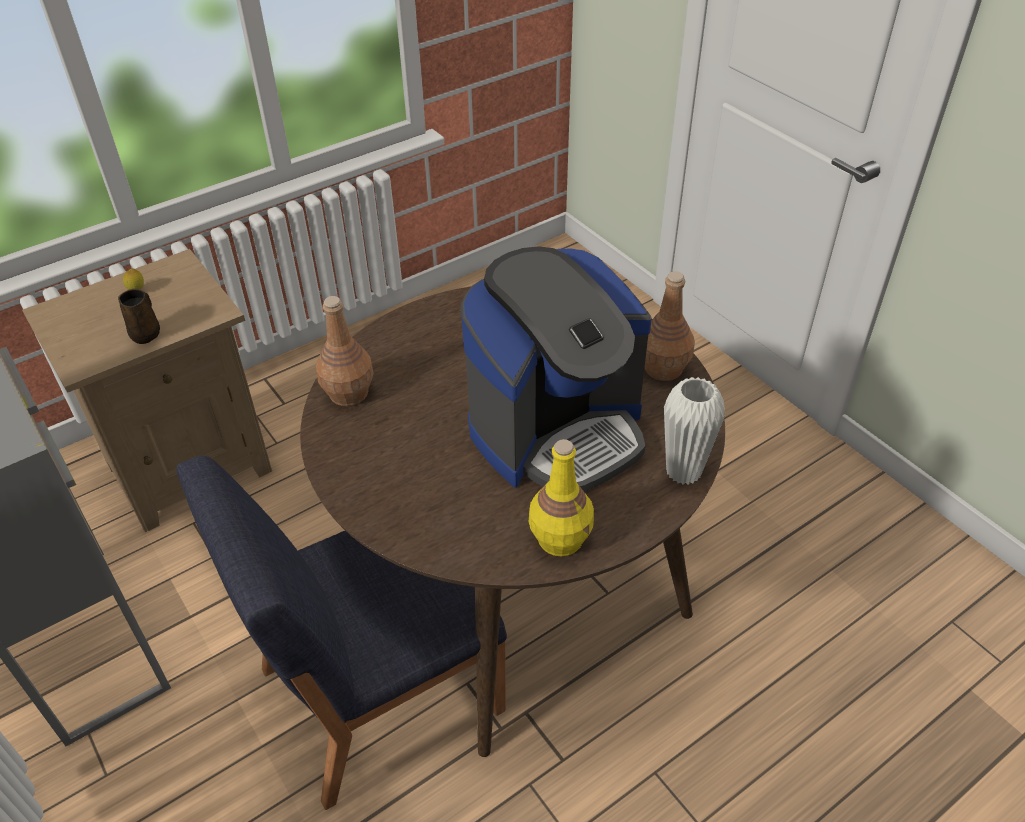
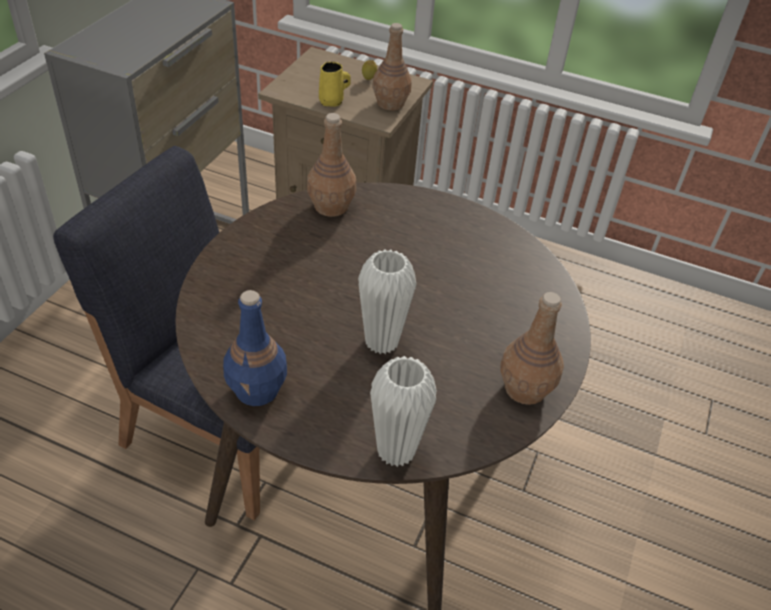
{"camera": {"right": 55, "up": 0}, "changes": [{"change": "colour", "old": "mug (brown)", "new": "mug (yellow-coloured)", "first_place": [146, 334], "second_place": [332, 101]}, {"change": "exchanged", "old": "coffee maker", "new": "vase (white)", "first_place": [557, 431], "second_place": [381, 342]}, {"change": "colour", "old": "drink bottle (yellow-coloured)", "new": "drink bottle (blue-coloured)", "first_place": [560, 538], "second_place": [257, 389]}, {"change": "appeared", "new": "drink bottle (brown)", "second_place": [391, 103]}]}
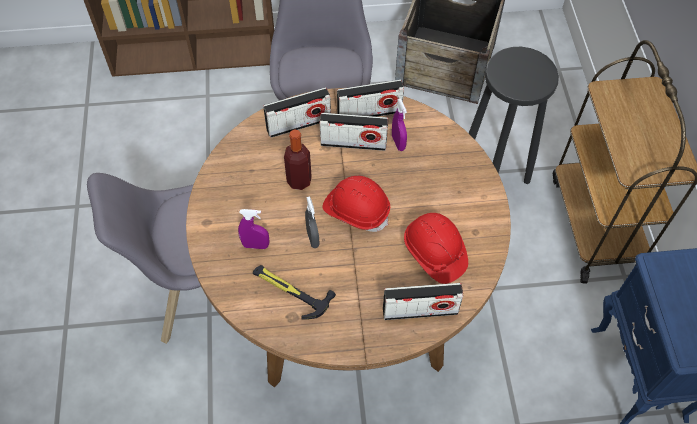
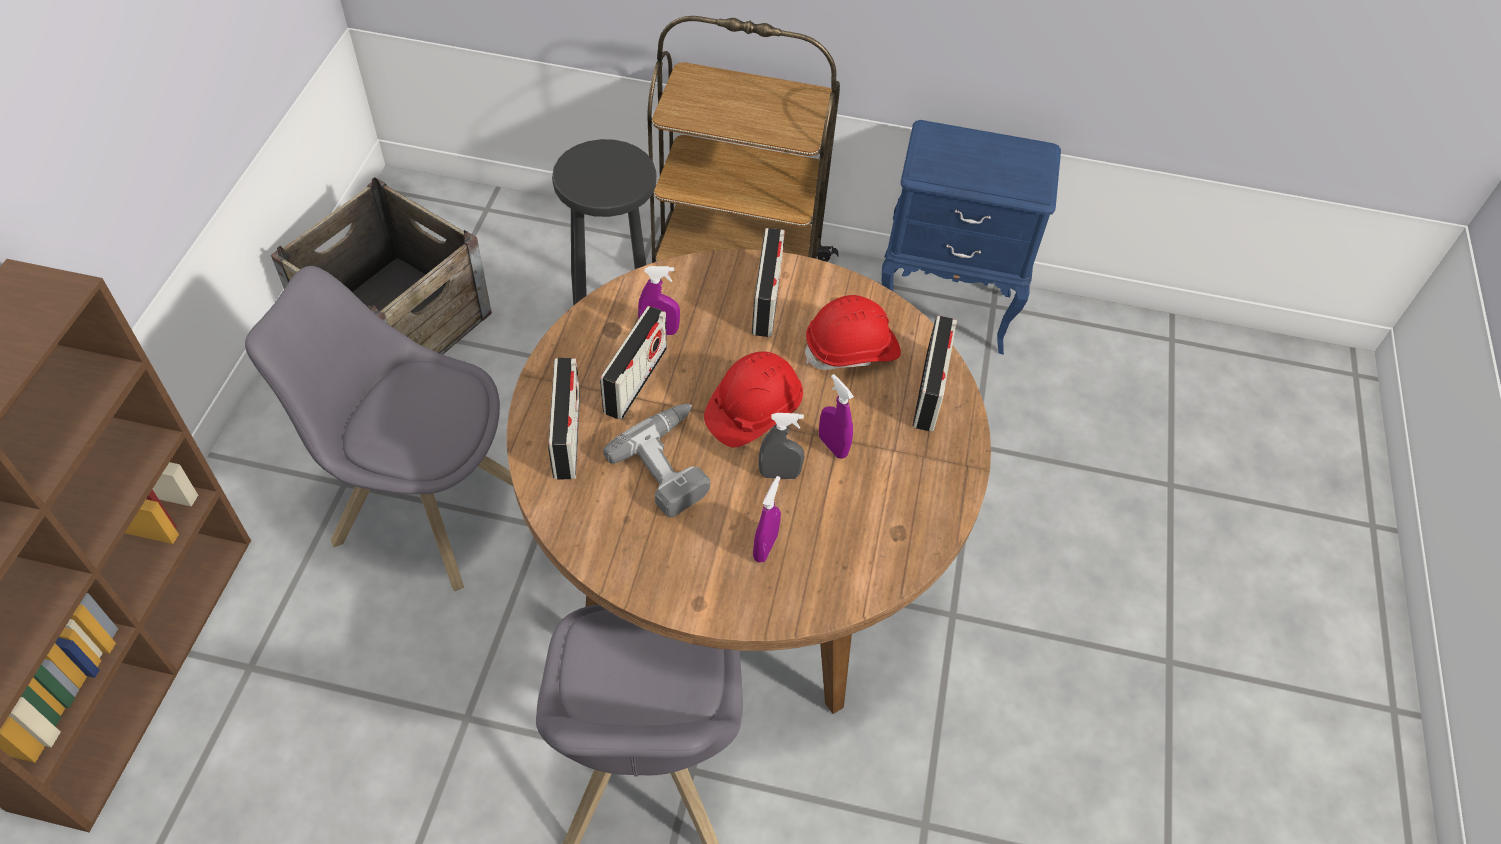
{"camera": {"right": -75, "up": -5}, "changes": [{"change": "missing", "old": "hammer", "first_place": [290, 291]}, {"change": "exchanged", "old": "drink bottle", "new": "power drill", "first_place": [299, 181], "second_place": [673, 464]}, {"change": "relocated", "old": "radio set", "first_place": [369, 113], "second_place": [766, 301]}, {"change": "appeared", "new": "sprayer (purplish)", "second_place": [832, 446]}]}
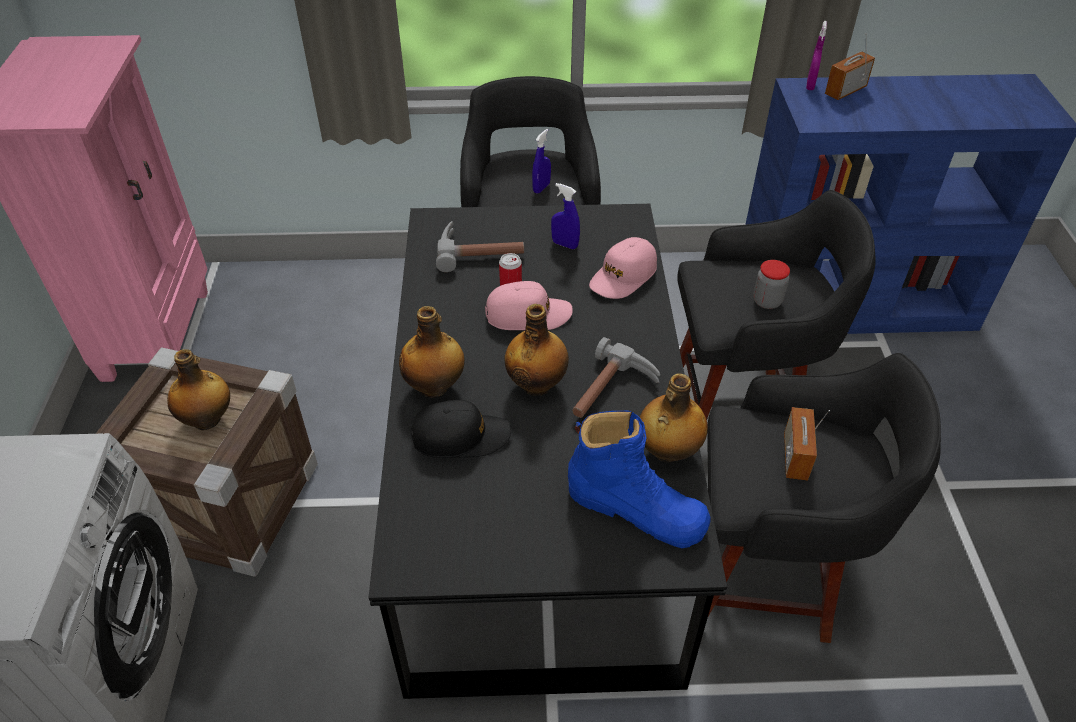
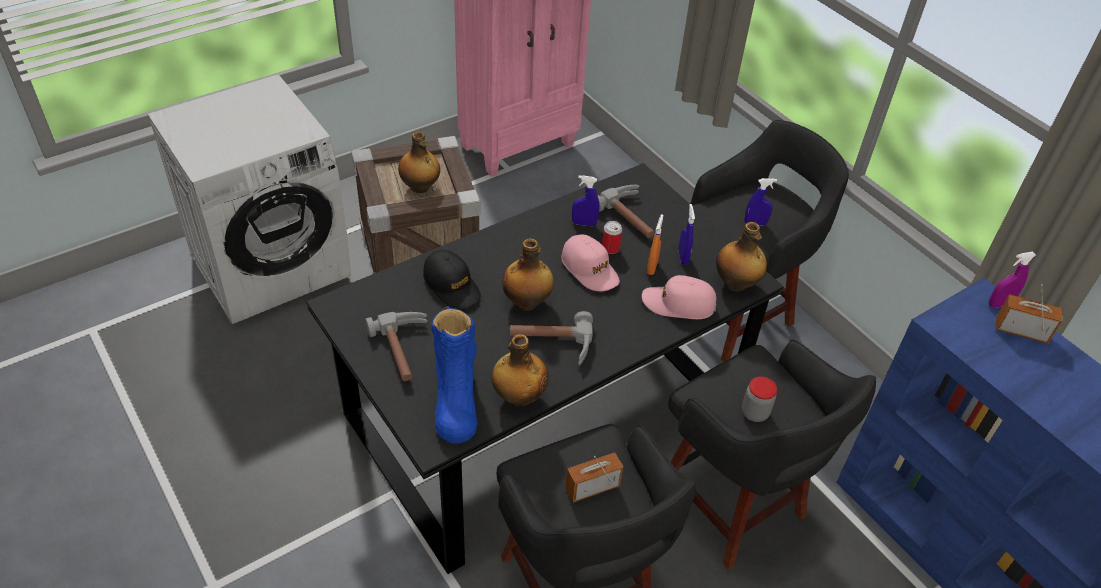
{"camera": {"right": 55, "up": 0}, "changes": [{"change": "relocated", "old": "drink bottle", "first_place": [435, 386], "second_place": [736, 284]}, {"change": "appeared", "new": "hammer", "second_place": [406, 350]}, {"change": "appeared", "new": "sprayer (blue-coloured)", "second_place": [584, 223]}, {"change": "appeared", "new": "sprayer (orangey)", "second_place": [652, 267]}]}
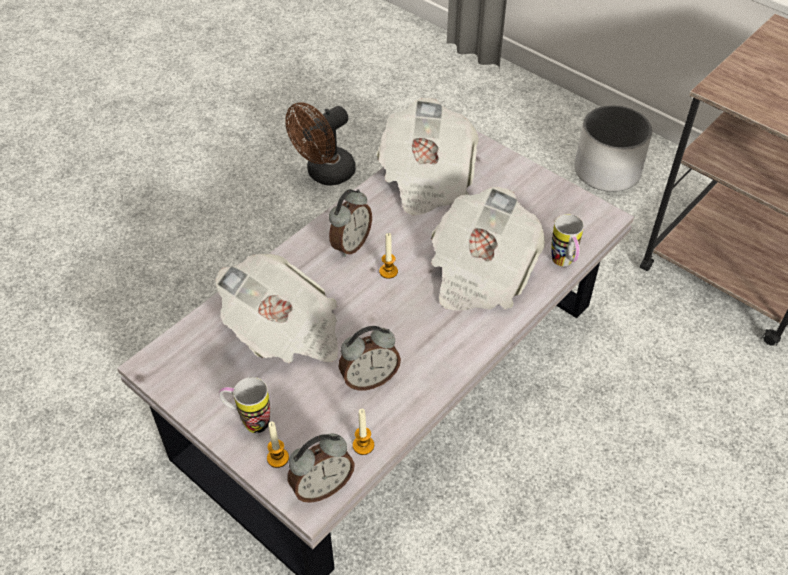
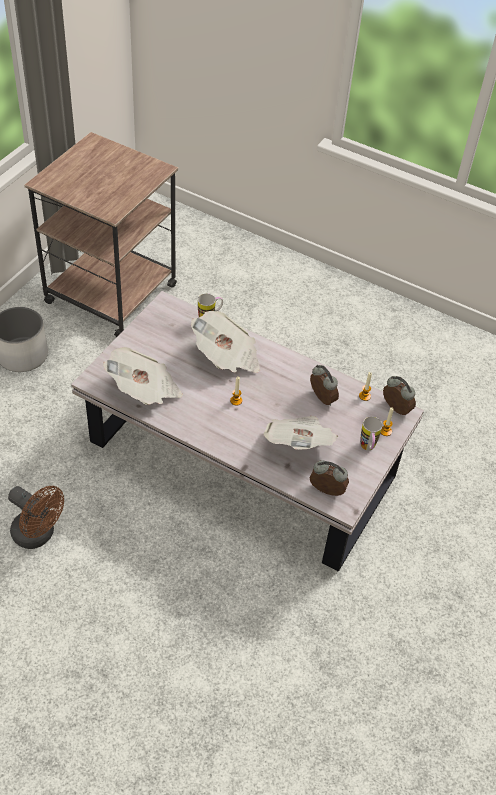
{"camera": {"right": -105, "up": 0}, "changes": [{"change": "relocated", "old": "table clock", "first_place": [350, 244], "second_place": [326, 492]}]}
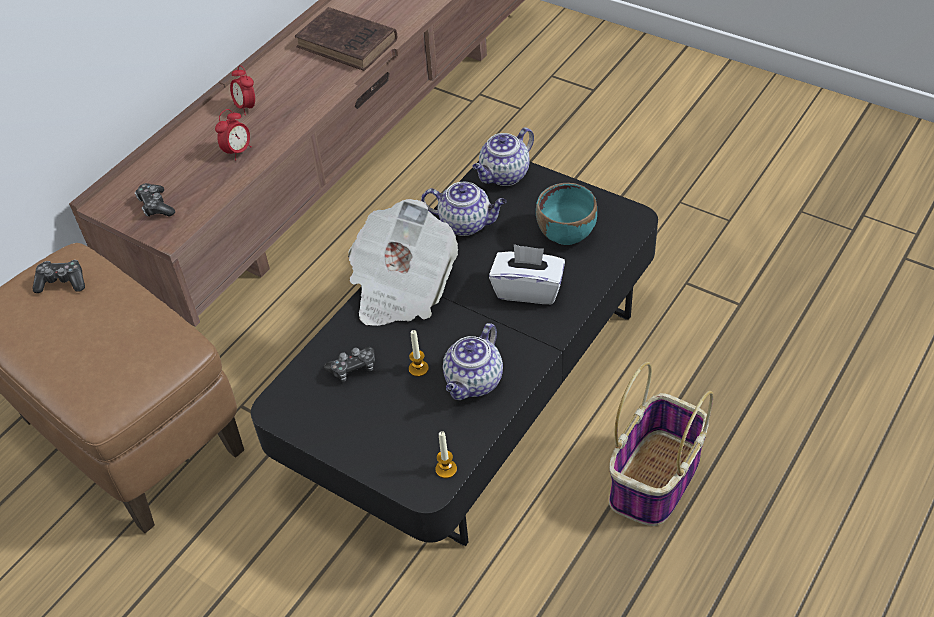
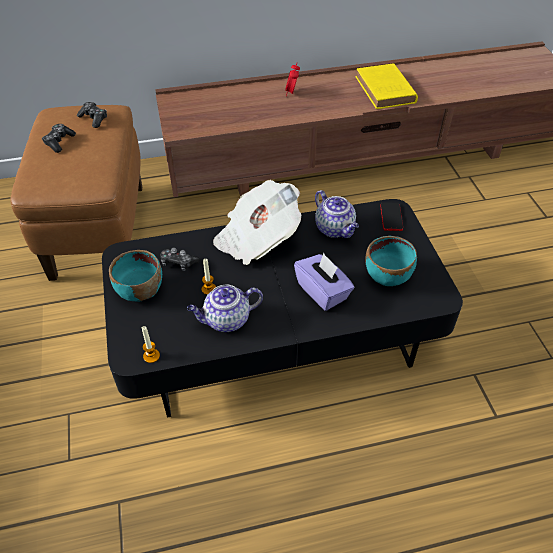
{"camera": {"right": 40, "up": 0}, "changes": [{"change": "relocated", "old": "game controller", "first_place": [156, 206], "second_place": [59, 142]}, {"change": "missing", "old": "table clock", "first_place": [238, 151]}, {"change": "colour", "old": "book (brown)", "new": "book (yellow-coloured)", "first_place": [349, 44], "second_place": [386, 91]}, {"change": "exchanged", "old": "teapot", "new": "phone", "first_place": [504, 176], "second_place": [391, 217]}, {"change": "colour", "old": "box of tissues (white)", "new": "box of tissues (purplish)", "first_place": [528, 289], "second_place": [323, 291]}, {"change": "missing", "old": "storage basket", "first_place": [655, 480]}, {"change": "appeared", "new": "bowl (turquoise-coloured)", "second_place": [139, 290]}]}
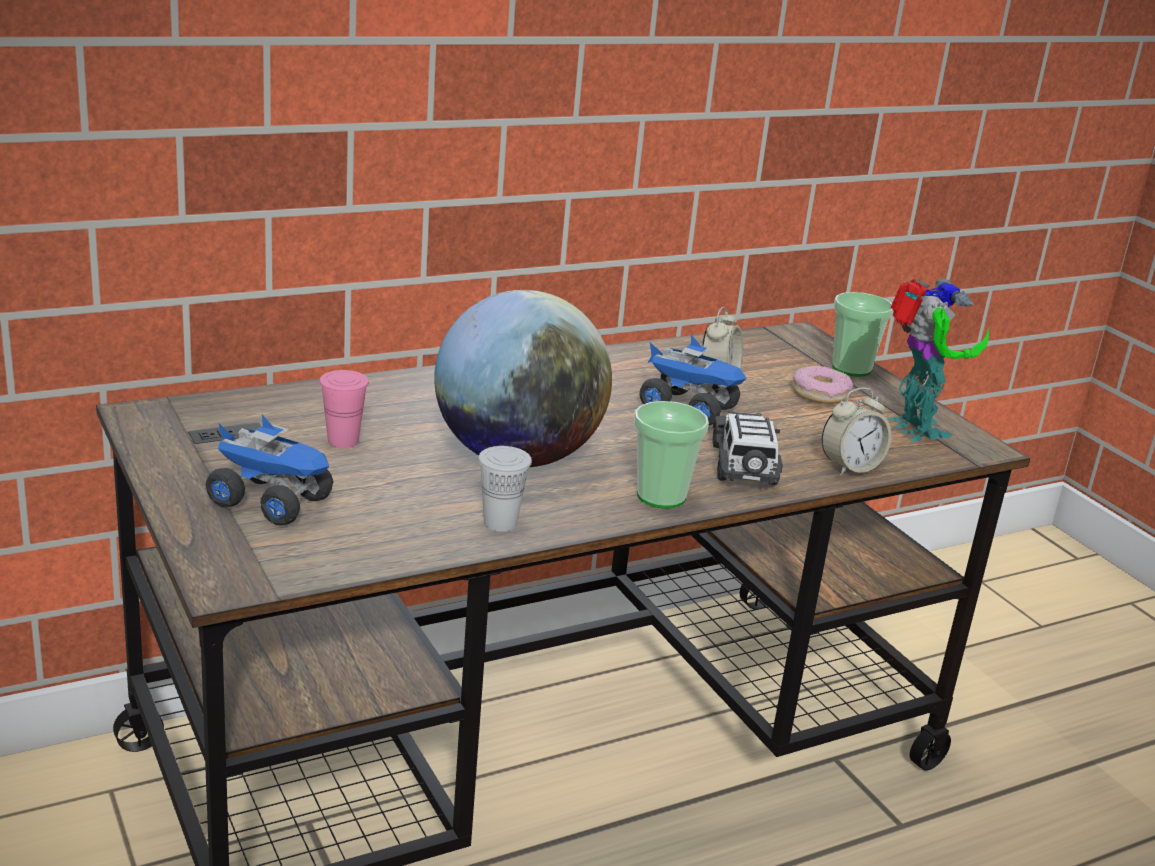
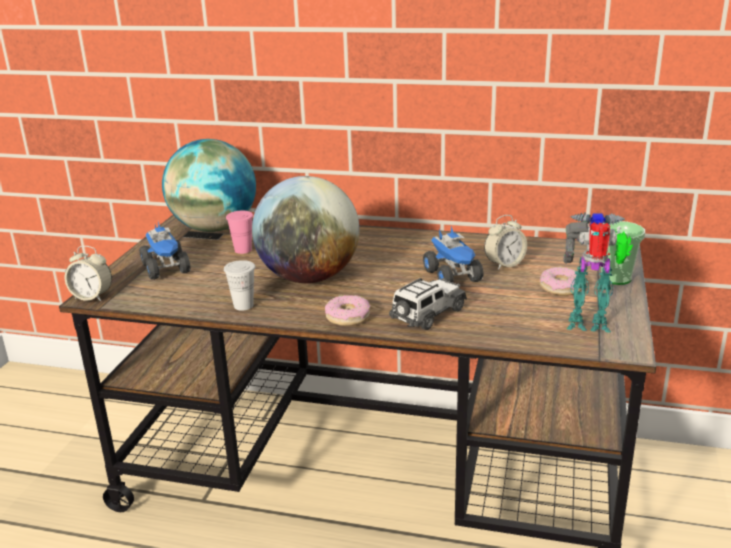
{"camera": {"right": 45, "up": 0}, "changes": [{"change": "exchanged", "old": "drinking cup", "new": "ring doughnut", "first_place": [661, 496], "second_place": [347, 317]}, {"change": "relocated", "old": "table clock", "first_place": [850, 467], "second_place": [92, 297]}, {"change": "spun", "old": "robot figure", "first_place": [913, 430], "second_place": [590, 325], "degrees": -105}, {"change": "appeared", "new": "globe", "second_place": [215, 228]}]}
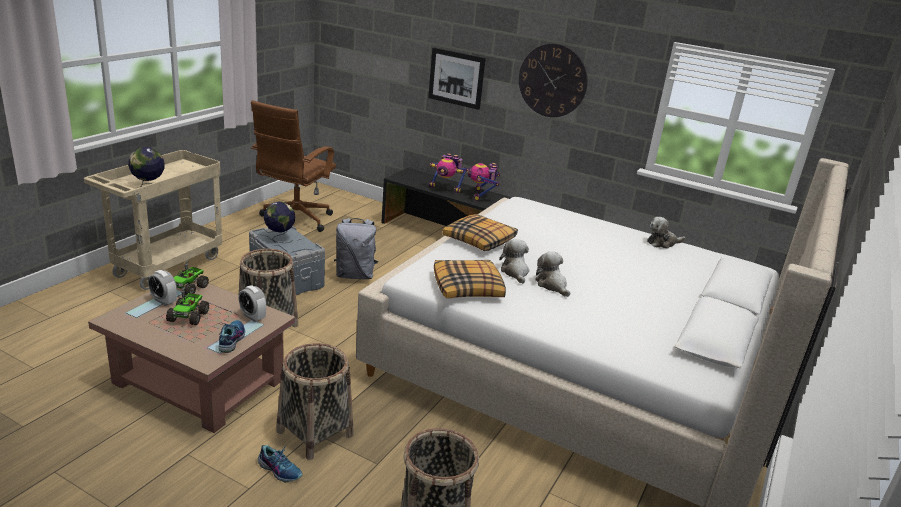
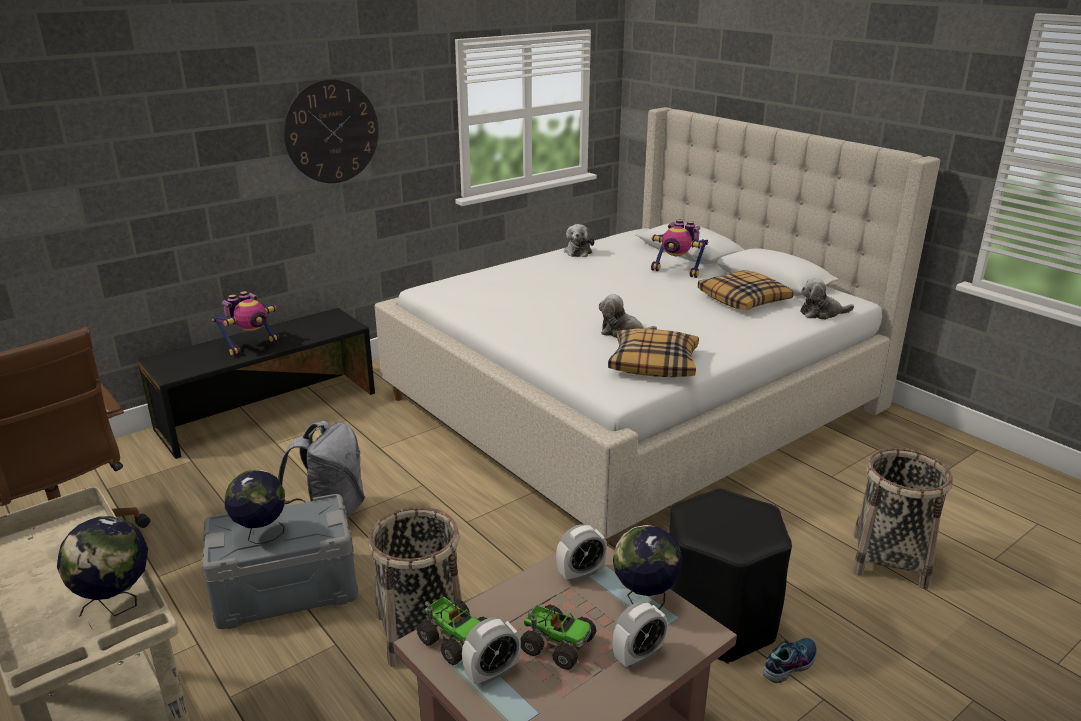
{"camera": {"right": -65, "up": 0}, "changes": [{"change": "exchanged", "old": "shoe", "new": "globe", "first_place": [231, 340], "second_place": [644, 601]}, {"change": "exchanged", "old": "storage basket", "new": "stool (black)", "first_place": [314, 433], "second_place": [718, 621]}, {"change": "missing", "old": "wall picture", "first_place": [456, 78]}, {"change": "relocated", "old": "cushion", "first_place": [479, 240], "second_place": [744, 300]}, {"change": "relocated", "old": "robot figure", "first_place": [482, 195], "second_place": [677, 271]}, {"change": "relocated", "old": "plush toy", "first_place": [552, 285], "second_place": [821, 313]}, {"change": "appeared", "new": "table clock", "second_place": [638, 656]}]}
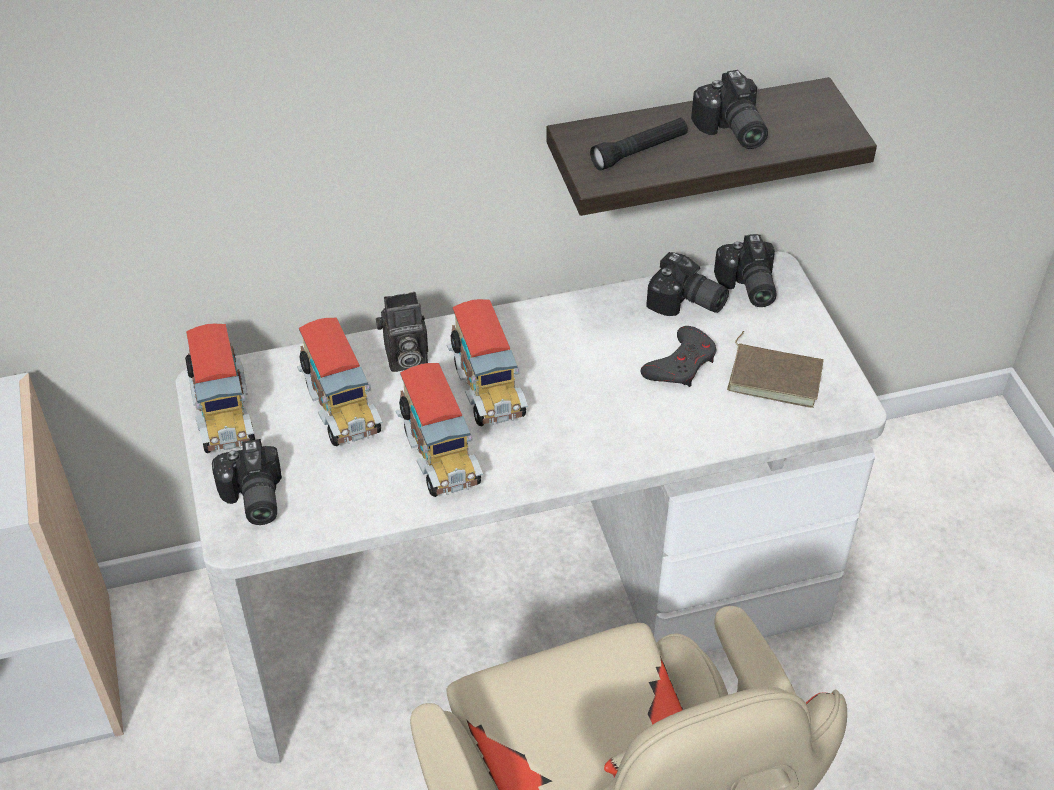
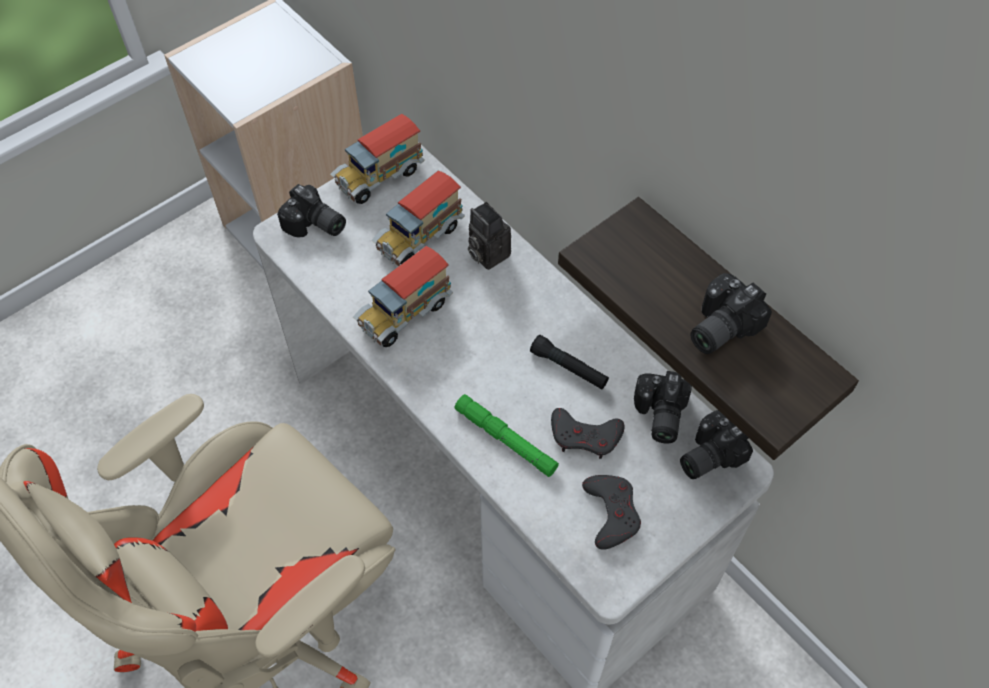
{"camera": {"right": 65, "up": 10}, "changes": [{"change": "spun", "old": "still camera", "first_place": [251, 499], "second_place": [314, 226], "degrees": -105}, {"change": "missing", "old": "toy lorry", "first_place": [486, 389]}, {"change": "relocated", "old": "flashlight (black)", "first_place": [639, 152], "second_place": [569, 368]}, {"change": "exchanged", "old": "book (brown)", "new": "game controller (grey)", "first_place": [776, 376], "second_place": [611, 512]}, {"change": "appeared", "new": "flashlight (green-coloured)", "second_place": [505, 439]}]}
